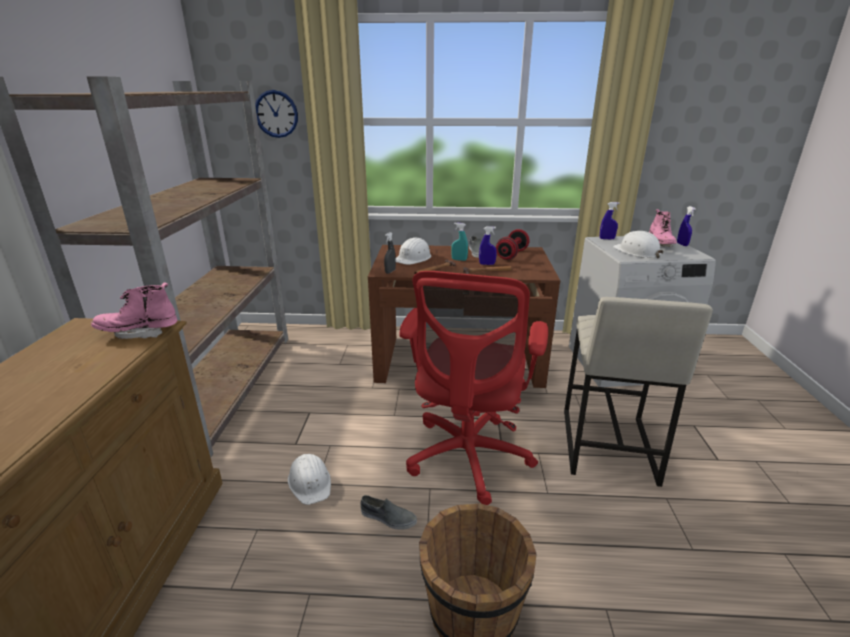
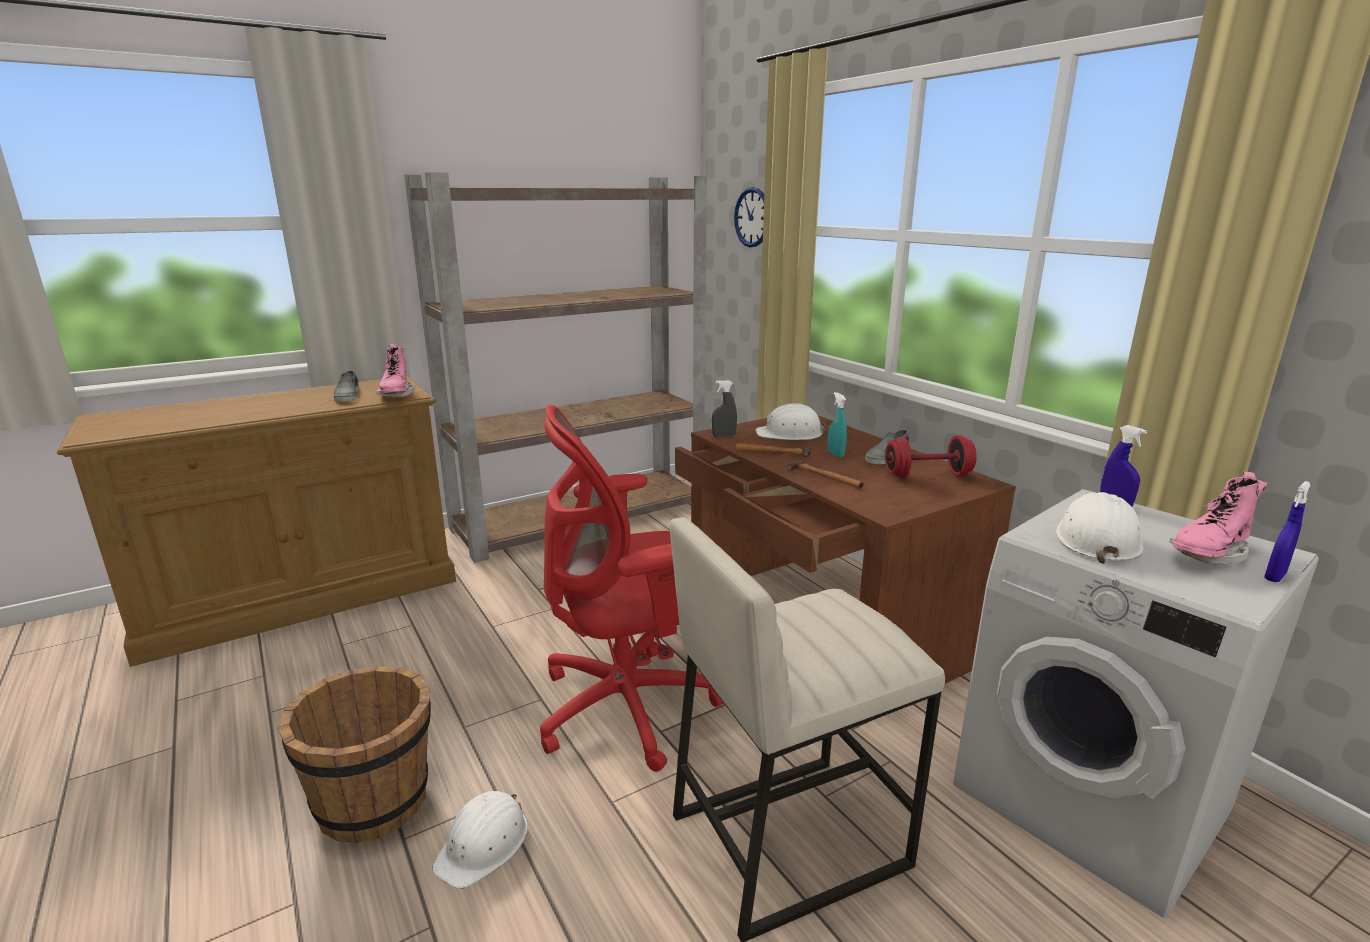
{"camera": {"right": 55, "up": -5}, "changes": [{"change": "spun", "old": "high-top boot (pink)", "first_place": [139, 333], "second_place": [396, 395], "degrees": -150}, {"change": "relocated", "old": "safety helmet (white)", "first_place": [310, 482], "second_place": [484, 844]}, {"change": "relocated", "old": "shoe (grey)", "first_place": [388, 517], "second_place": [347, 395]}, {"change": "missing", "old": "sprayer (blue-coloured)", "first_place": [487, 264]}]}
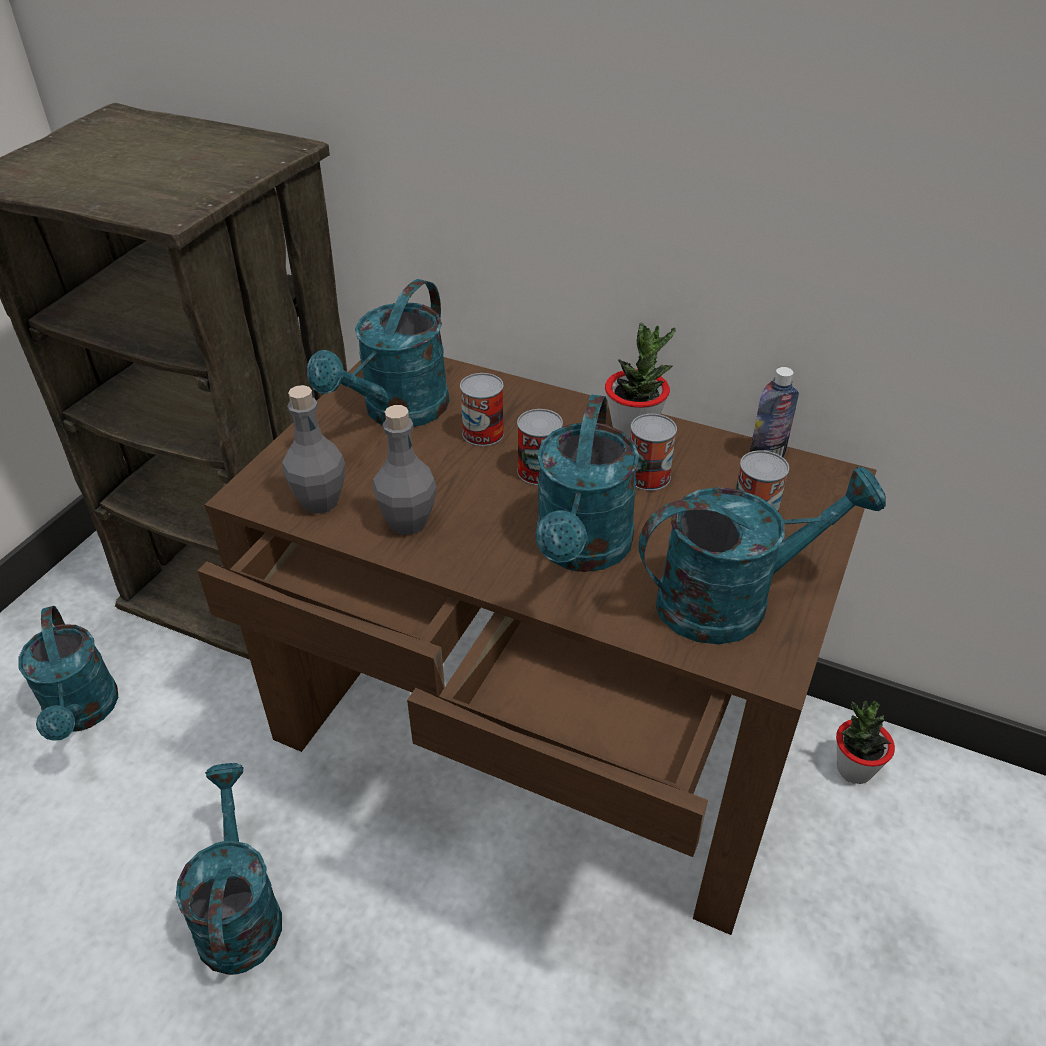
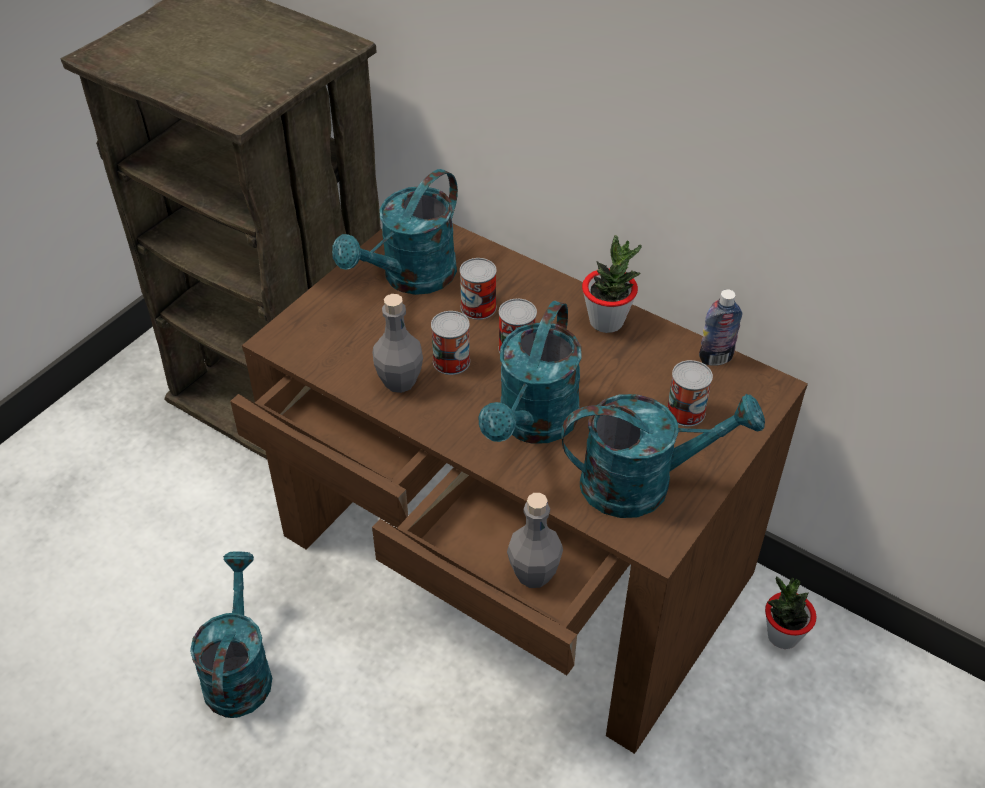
{"camera": {"right": 10, "up": 5}, "changes": [{"change": "missing", "old": "sprinkling can (turquoise-coloured)", "first_place": [83, 713]}, {"change": "relocated", "old": "drink bottle (grey)", "first_place": [320, 501], "second_place": [533, 574]}, {"change": "relocated", "old": "can", "first_place": [648, 476], "second_place": [451, 361]}]}
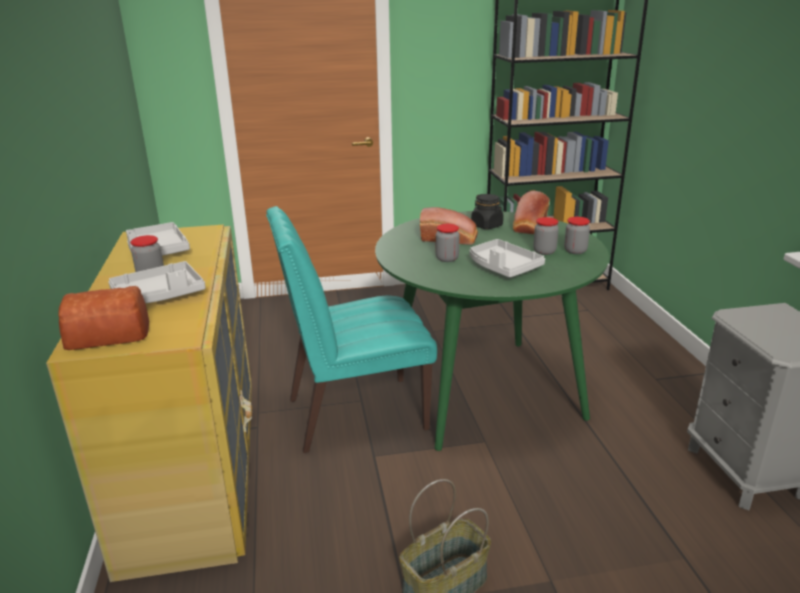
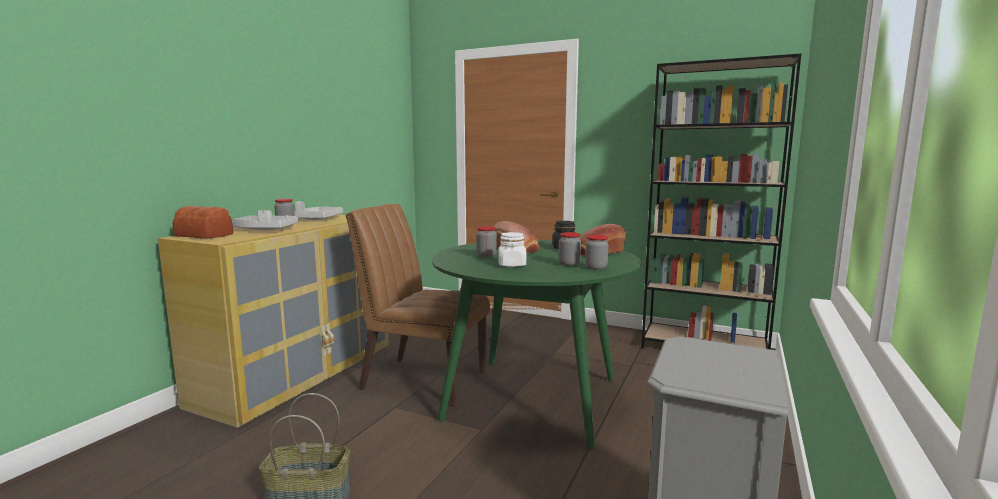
{"camera": {"right": 35, "up": -15}, "changes": [{"change": "colour", "old": "plain chair (turquoise-coloured)", "new": "plain chair (brown)", "first_place": [357, 413], "second_place": [425, 380]}, {"change": "exchanged", "old": "carrying tray (grey)", "new": "preserve jar (white)", "first_place": [503, 267], "second_place": [512, 265]}]}
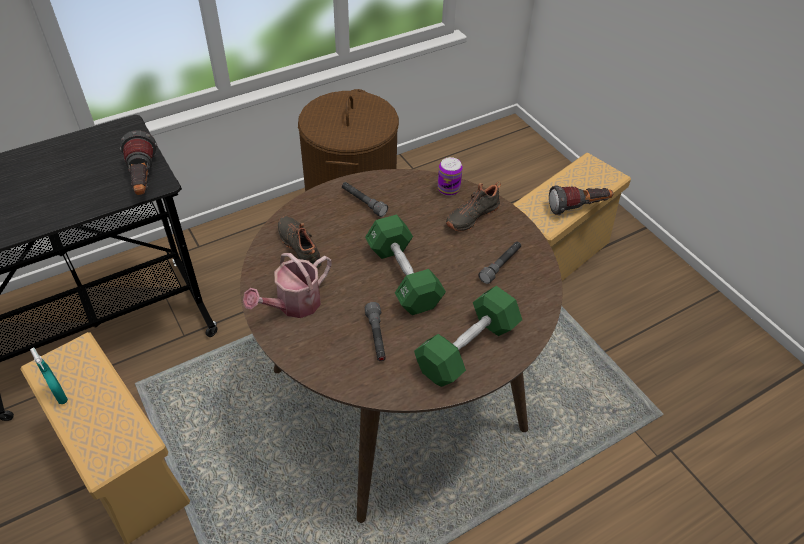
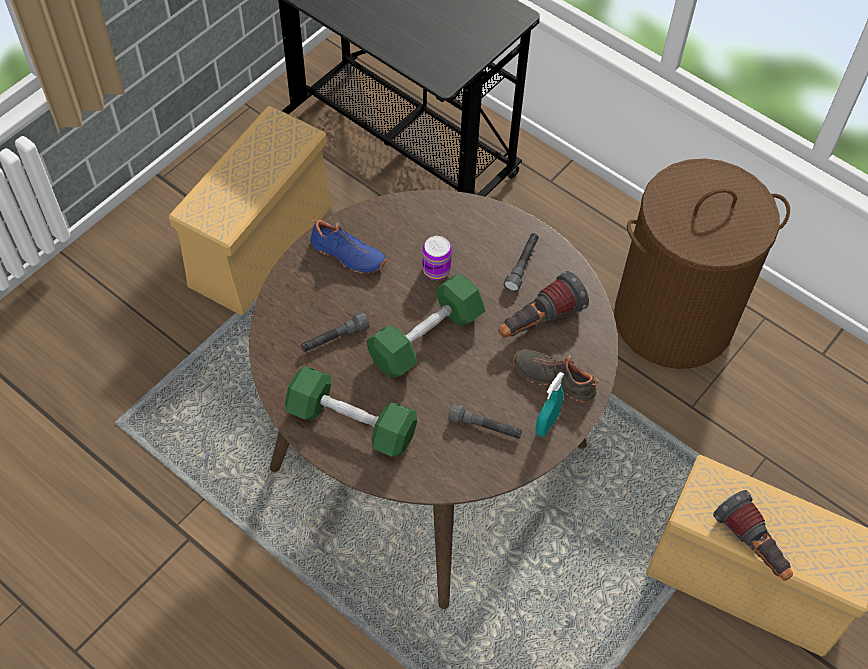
{"camera": {"right": 70, "up": 10}, "changes": [{"change": "relocated", "old": "sprayer (turquoise-coloured)", "first_place": [60, 395], "second_place": [547, 424]}, {"change": "relocated", "old": "flashlight", "first_place": [143, 180], "second_place": [538, 322]}, {"change": "exchanged", "old": "sprinkling can", "new": "shoe (blue-coloured)", "first_place": [293, 305], "second_place": [347, 255]}, {"change": "missing", "old": "shoe (black)", "first_place": [301, 247]}, {"change": "relocated", "old": "can", "first_place": [448, 189], "second_place": [436, 270]}]}
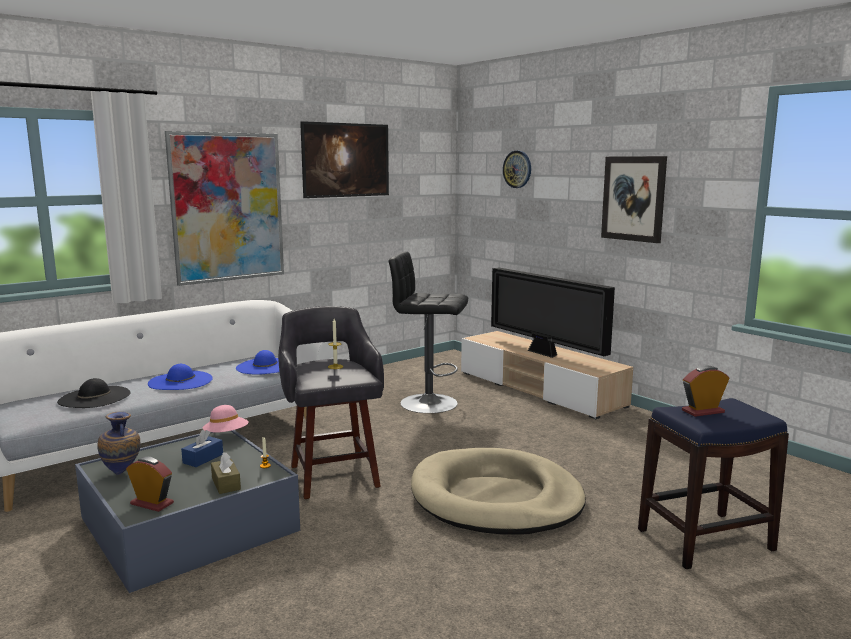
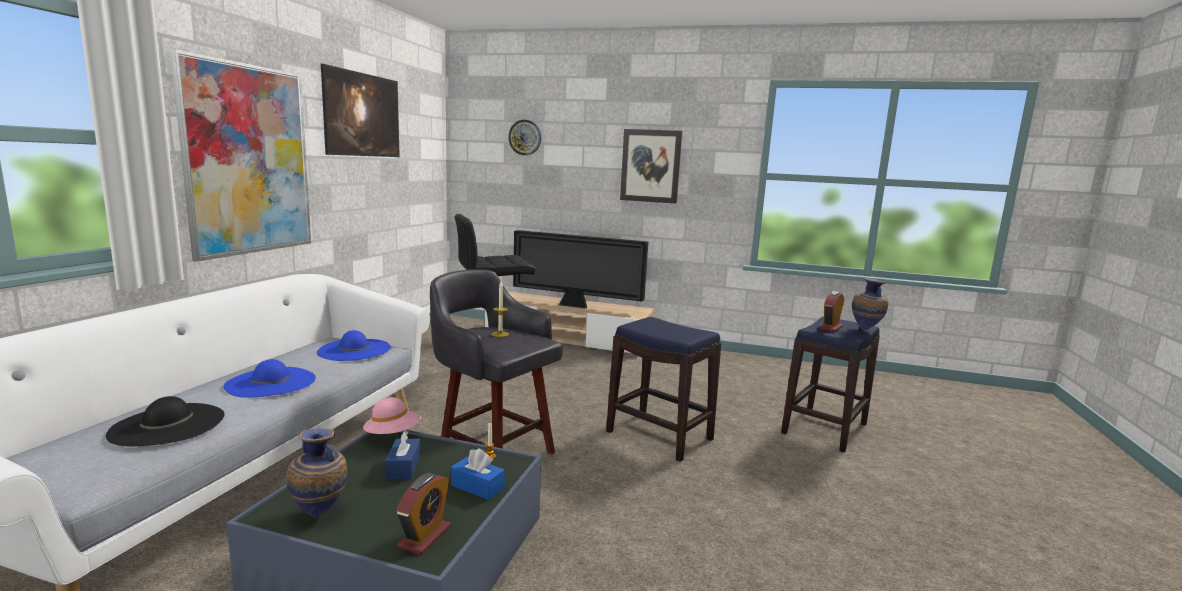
{"camera": {"right": -35, "up": 0}, "changes": [{"change": "spun", "old": "table clock", "first_place": [152, 503], "second_place": [424, 537], "degrees": 120}, {"change": "colour", "old": "box of tissues (brown)", "new": "box of tissues (blue-coloured)", "first_place": [226, 484], "second_place": [477, 487]}, {"change": "exchanged", "old": "dog bed (sand-coloured)", "new": "stool", "first_place": [496, 498], "second_place": [659, 436]}, {"change": "appeared", "new": "vase", "second_place": [866, 329]}]}
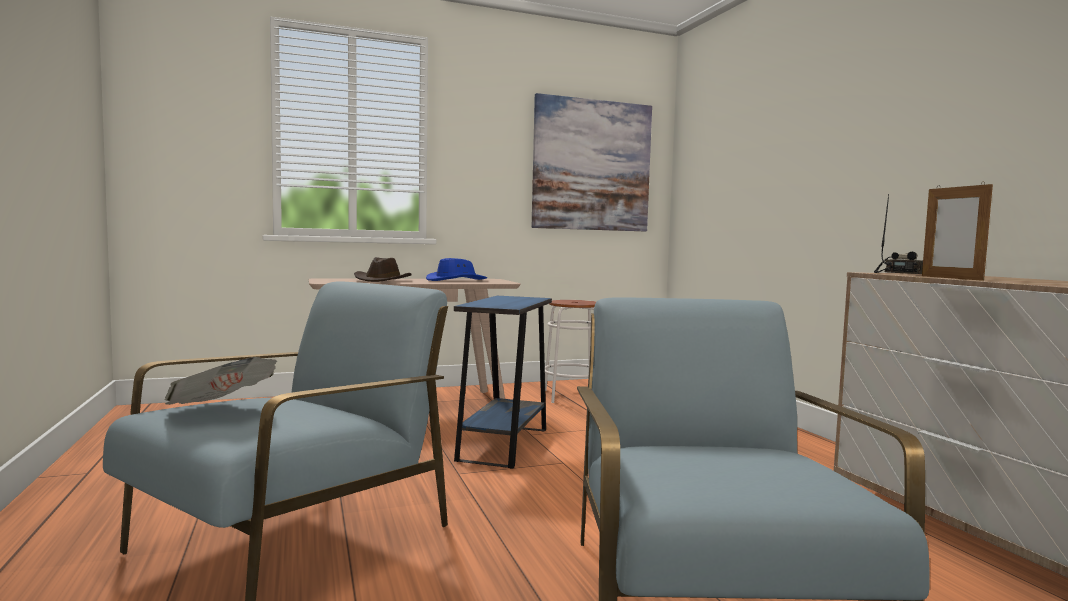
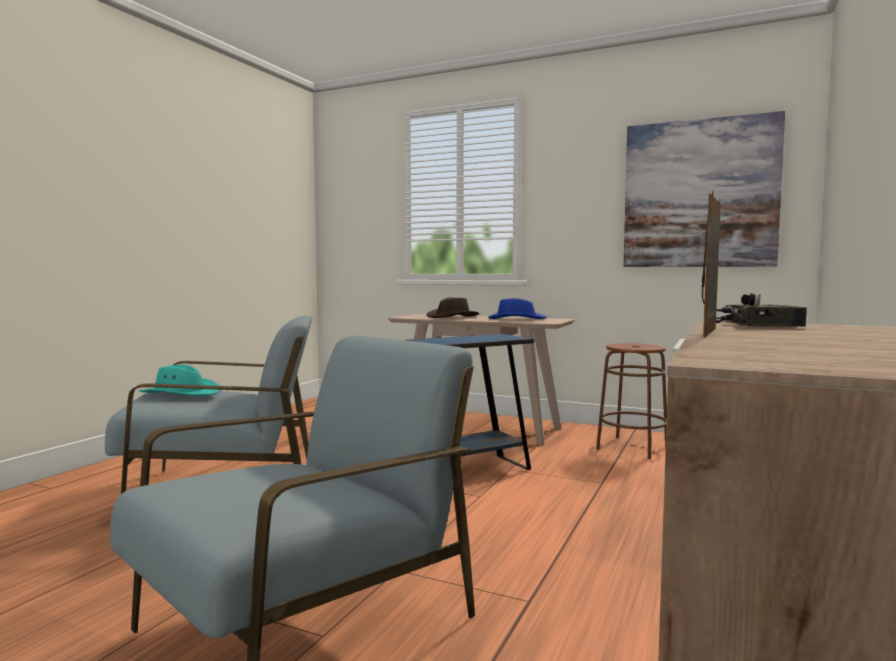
{"camera": {"right": 45, "up": 0}, "changes": [{"change": "exchanged", "old": "daily paper", "new": "hat (turquoise-coloured)", "first_place": [222, 410], "second_place": [181, 393]}, {"change": "colour", "old": "stool (white)", "new": "stool (brown)", "first_place": [572, 396], "second_place": [632, 447]}]}
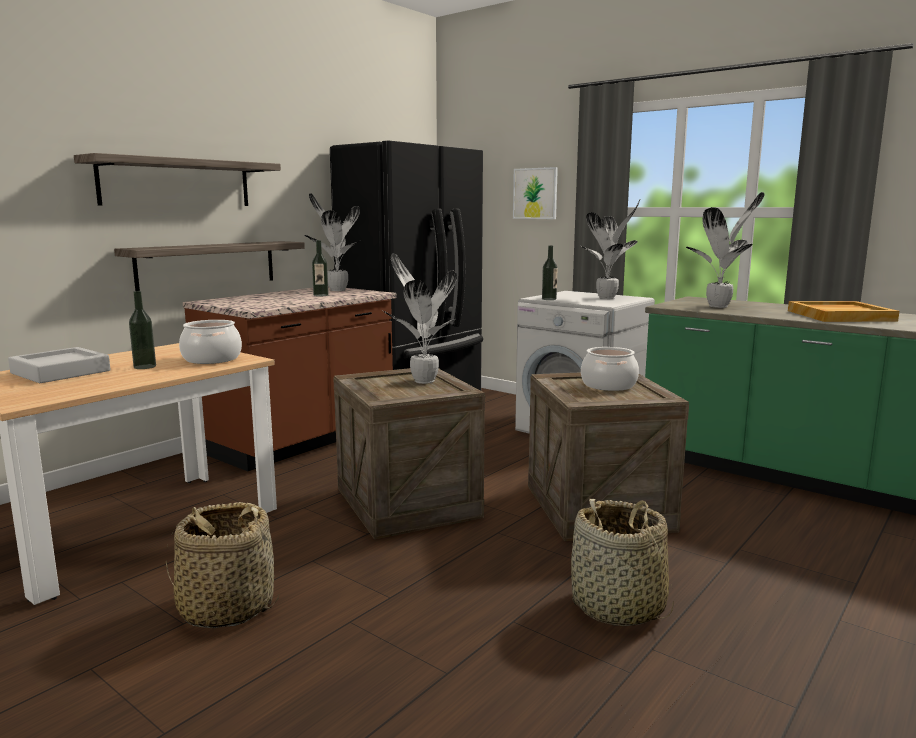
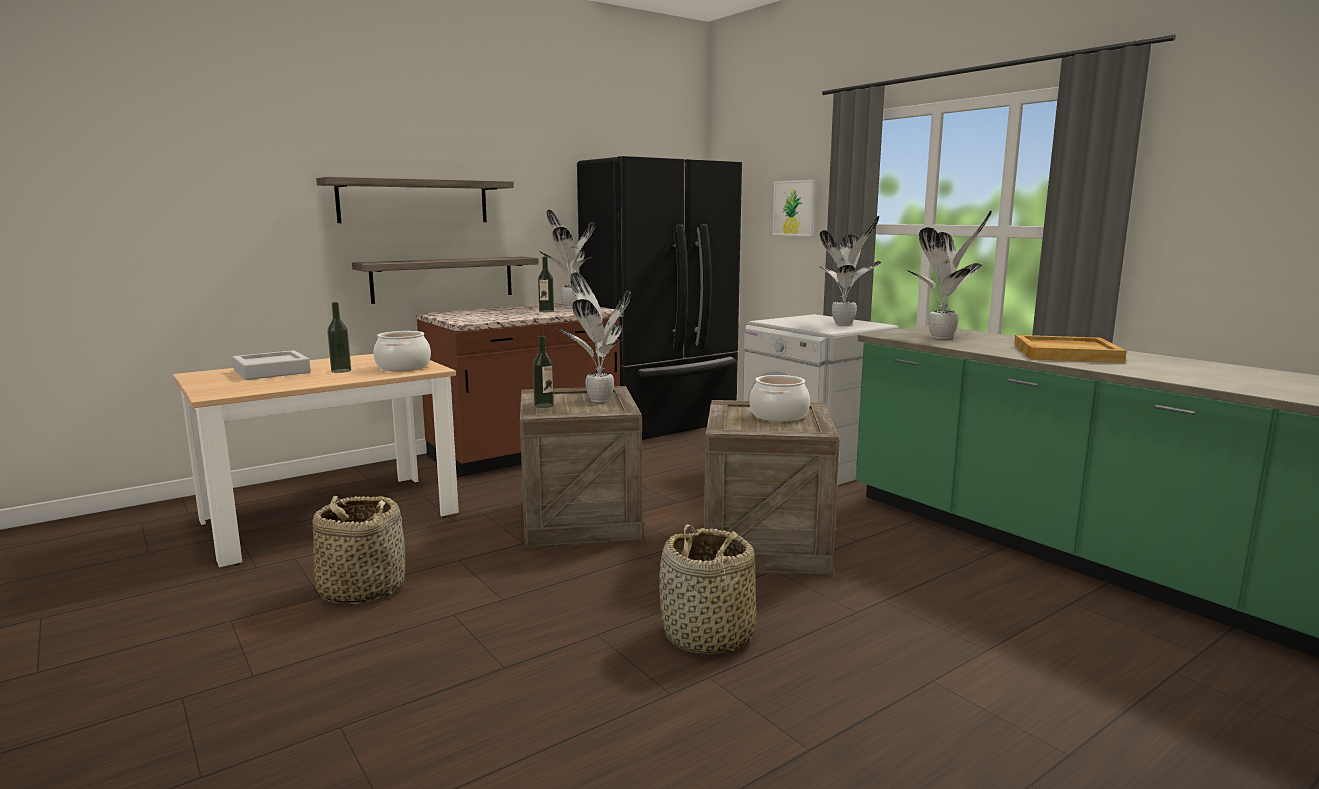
{"camera": {"right": 15, "up": 0}, "changes": [{"change": "relocated", "old": "drink bottle", "first_place": [549, 299], "second_place": [544, 405]}]}
